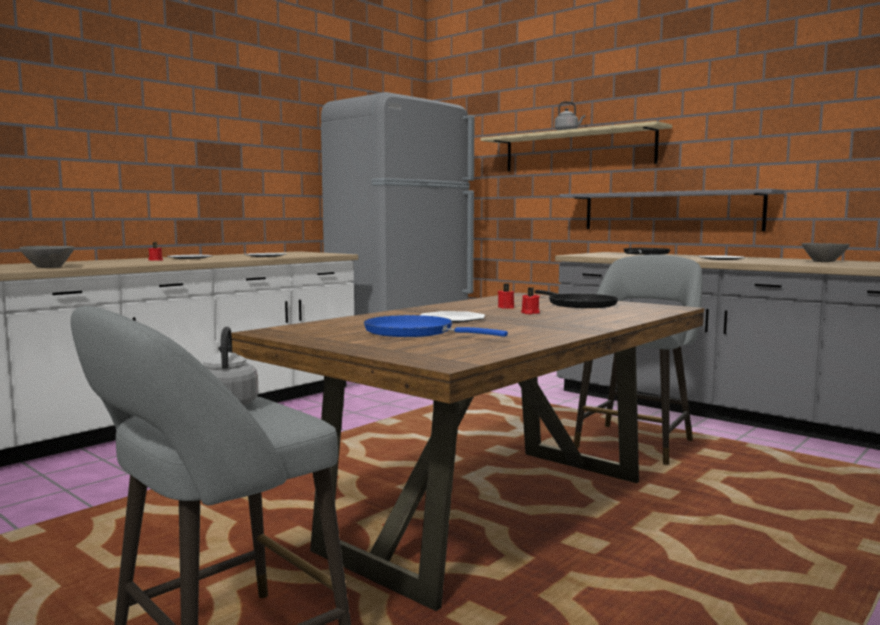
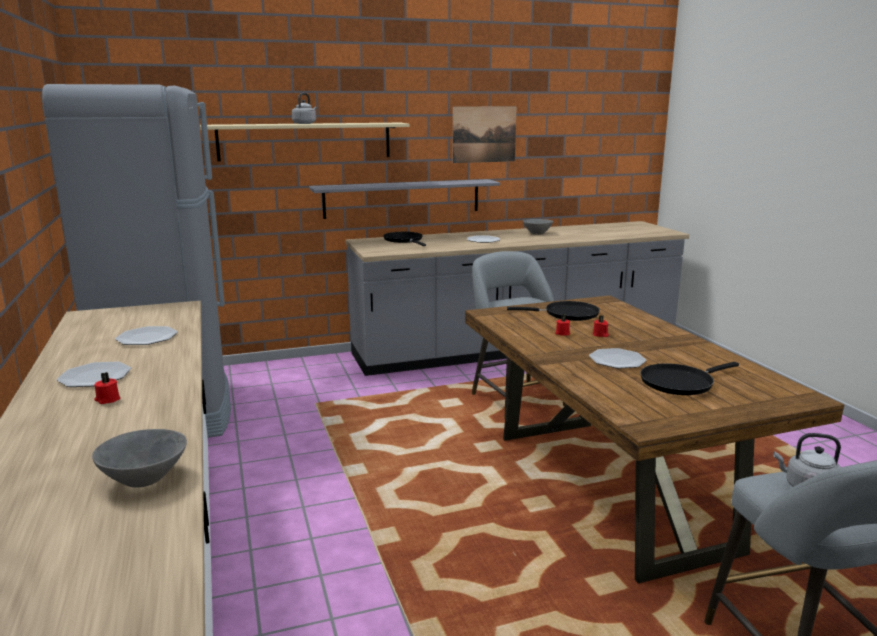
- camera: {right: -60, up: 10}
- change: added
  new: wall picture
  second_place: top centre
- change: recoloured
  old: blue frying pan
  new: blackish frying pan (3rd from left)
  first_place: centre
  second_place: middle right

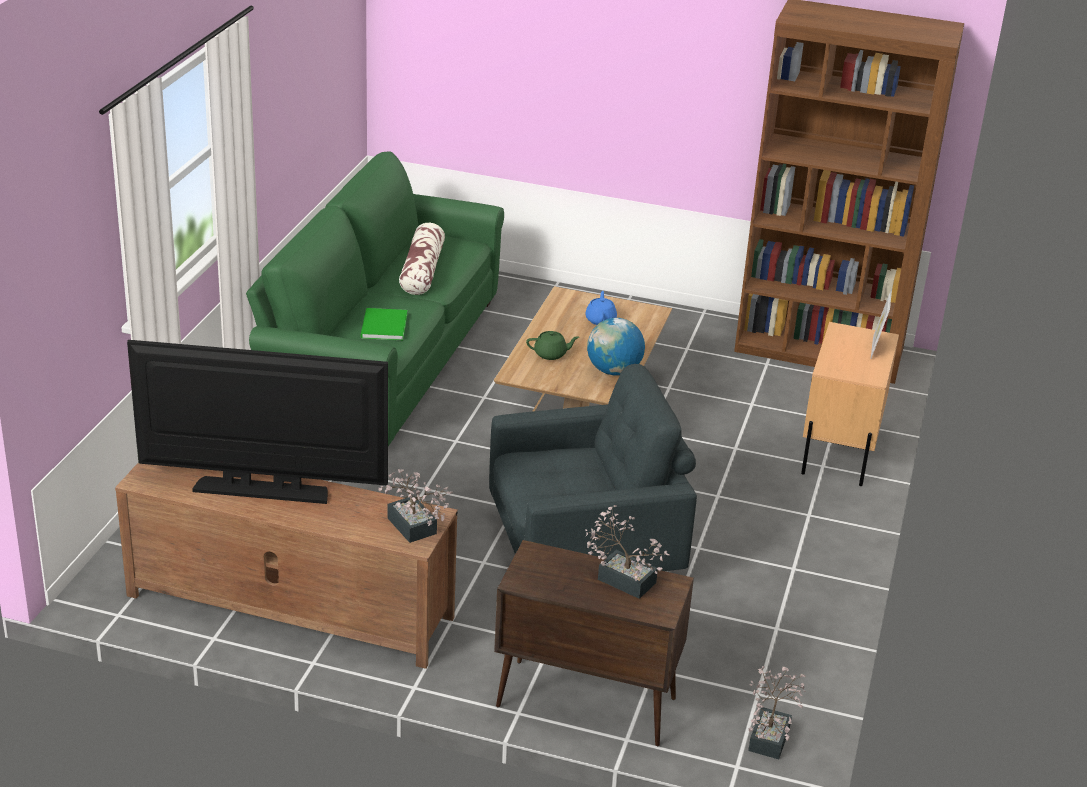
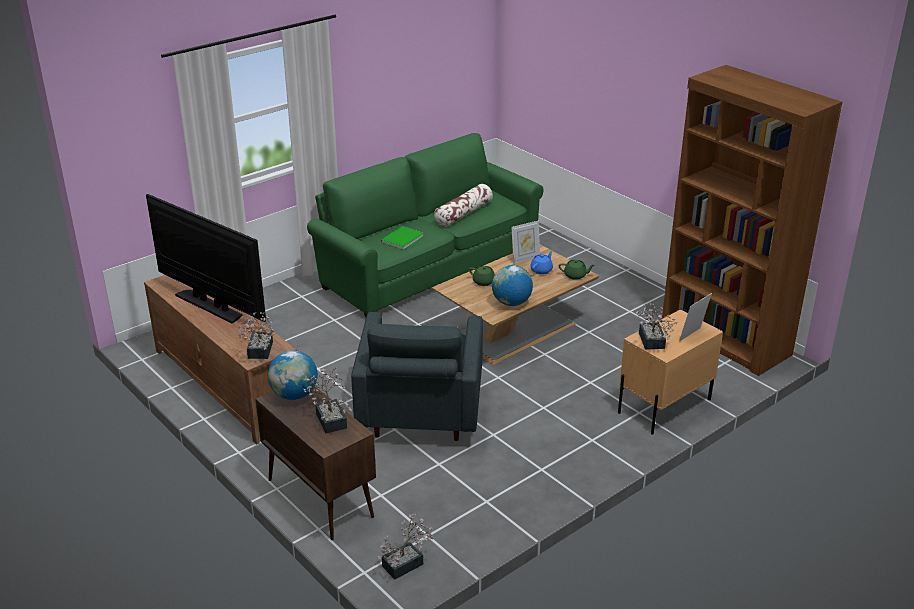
- camera: {right: 35, up: 0}
- change: added
  new: world globe (1st from left)
  second_place: middle left
- change: added
  new: picture frame (1st from left)
  second_place: centre
- change: added
  new: green-coloured teapot (2nd from left)
  second_place: centre
- change: added
  new: potted plant (4th from left)
  second_place: middle right
- change: turned
  old: gray lounge chair
  first_place: centre
  second_place: centre
  degrees: 75

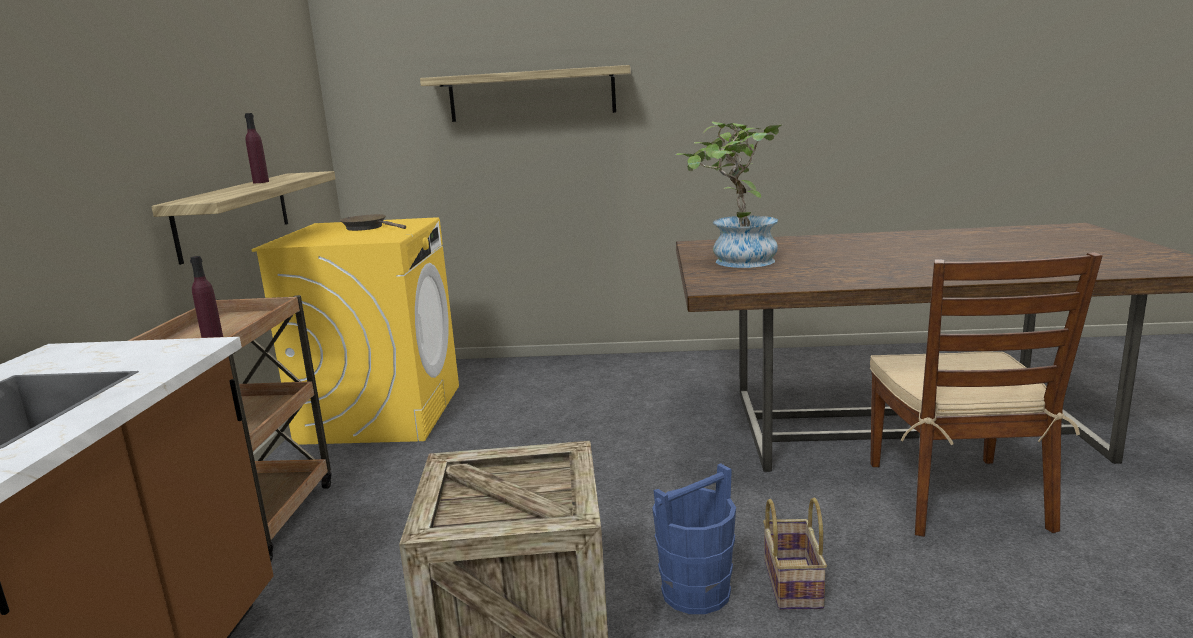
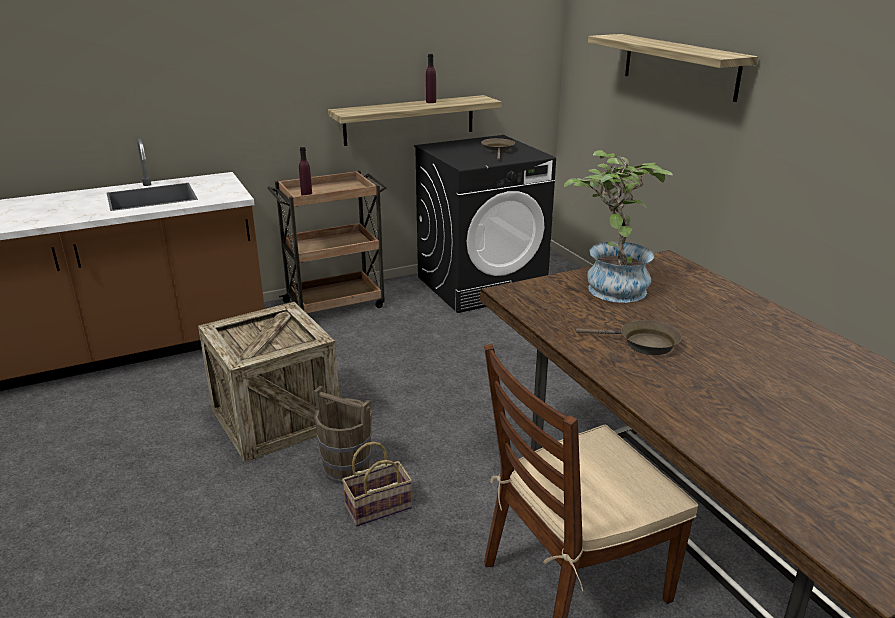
- camera: {right: 60, up: 10}
- change: added
  new: brown-coloured frying pan (2nd from left)
  second_place: middle right
- change: recoloured
  old: yellowish laundry appliance
  new: blackish laundry appliance
  first_place: middle left
  second_place: centre
- change: recoloured
  old: blue bucket
  new: brown-coloured bucket
  first_place: bottom centre
  second_place: bottom centre

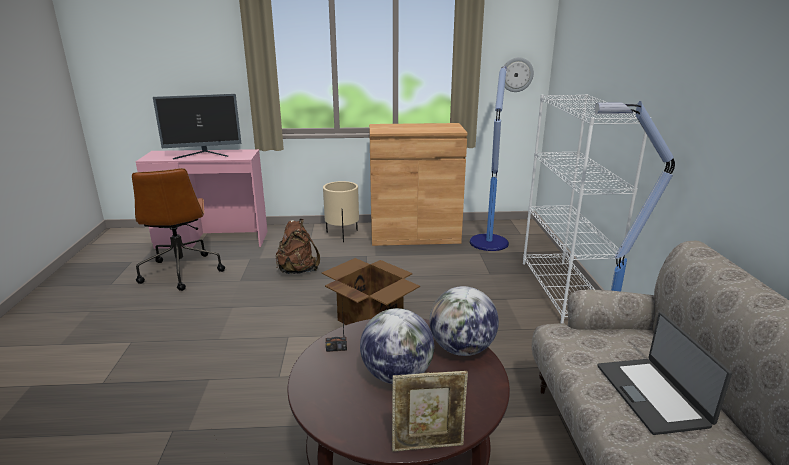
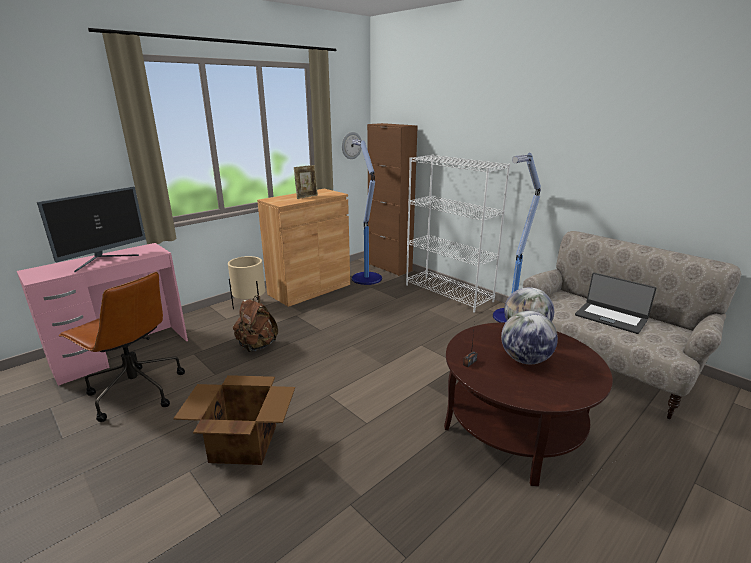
- camera: {right: -40, up: 0}
- change: added
  new: brown-coloured cabinet (2nd from left)
  second_place: centre
- change: moved
  old: cardboard box
  first_place: centre
  second_place: bottom left
- change: moved
  old: picture frame
  first_place: bottom centre
  second_place: top centre

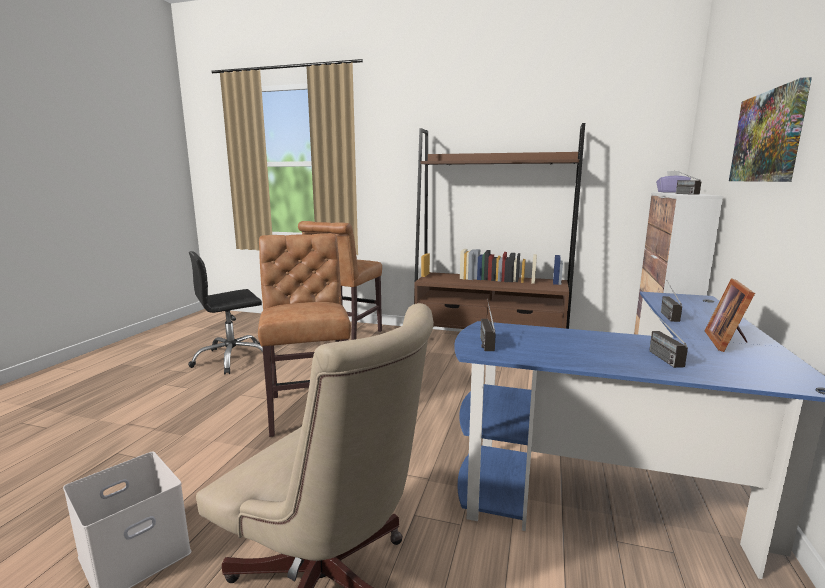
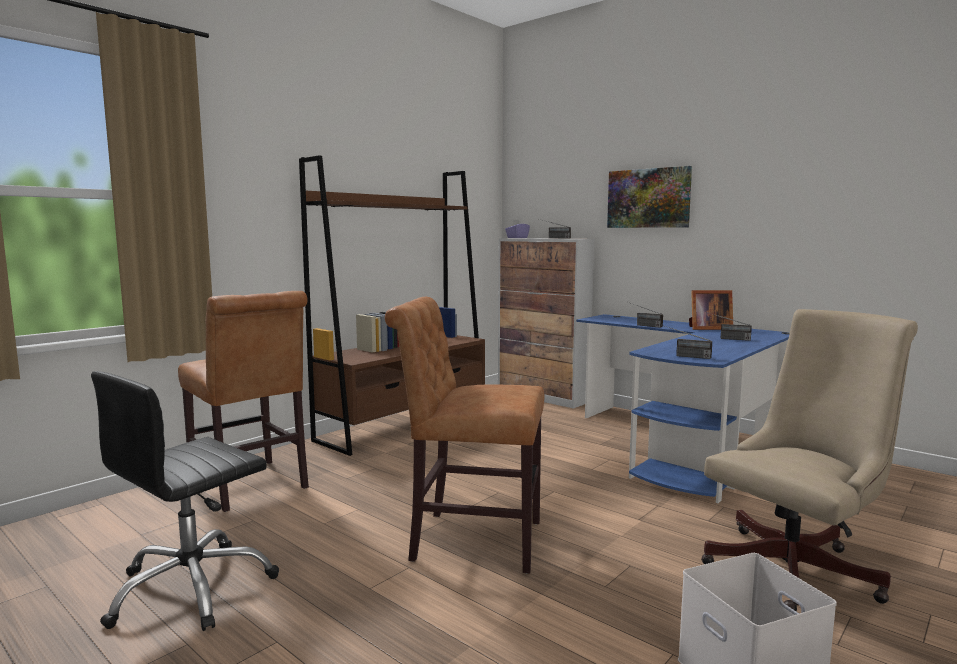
- camera: {right: -65, up: -5}
- change: turned
  old: blackish office chair
  first_place: middle left
  second_place: bottom left
  degrees: 45
- change: turned
  old: picture frame
  first_place: middle right
  second_place: middle right
  degrees: -45

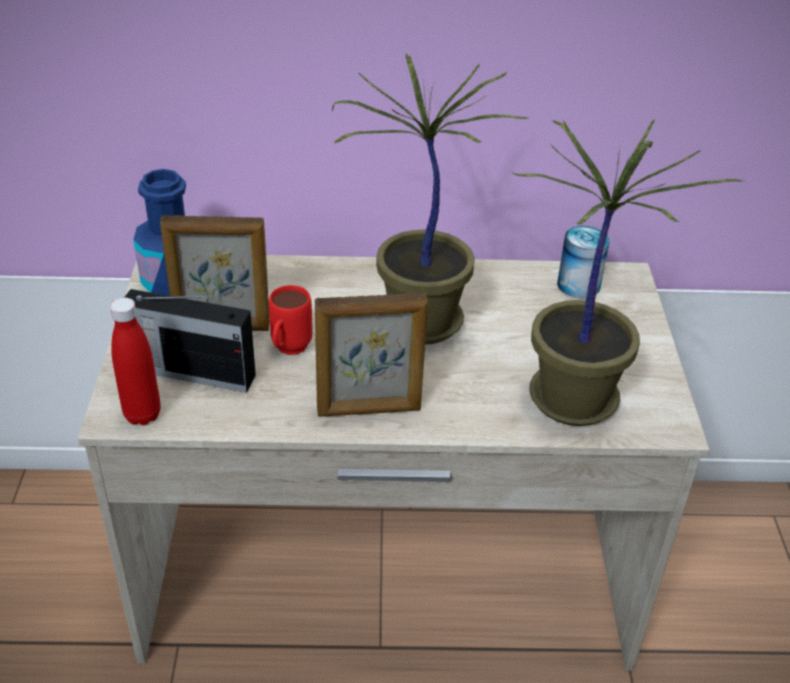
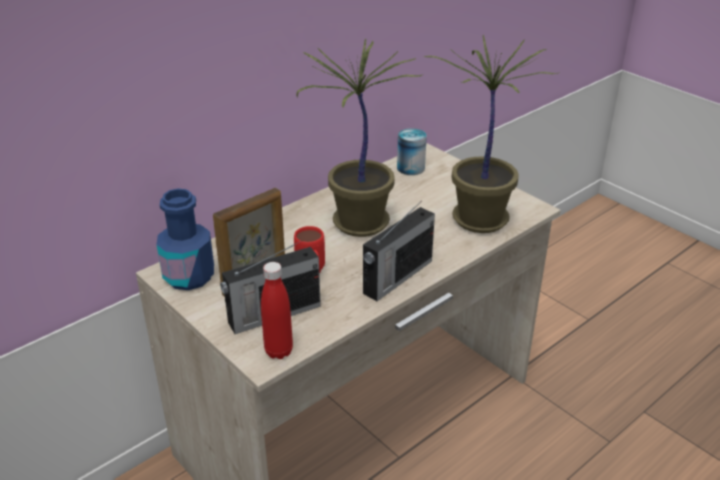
- camera: {right: -40, up: -5}
- change: replaced
  old: picture frame (2nd from left)
  new: radio receiver (2nd from left)
  first_place: centre
  second_place: centre

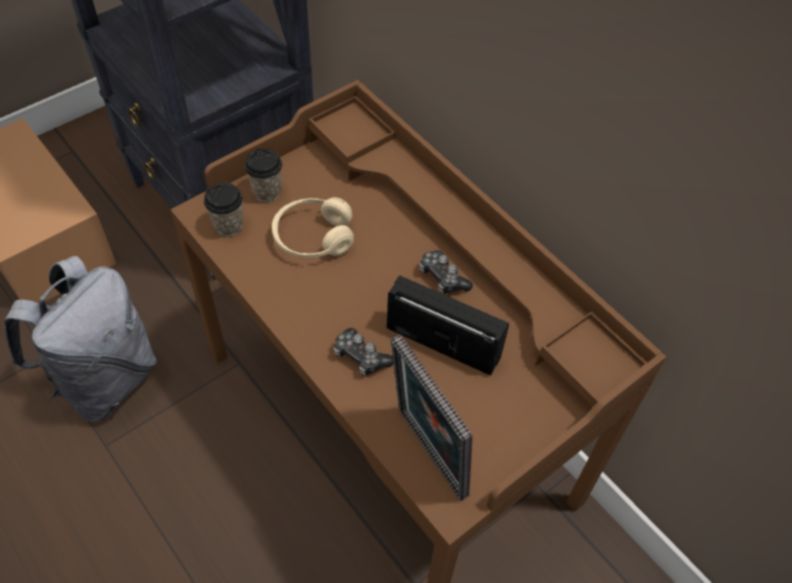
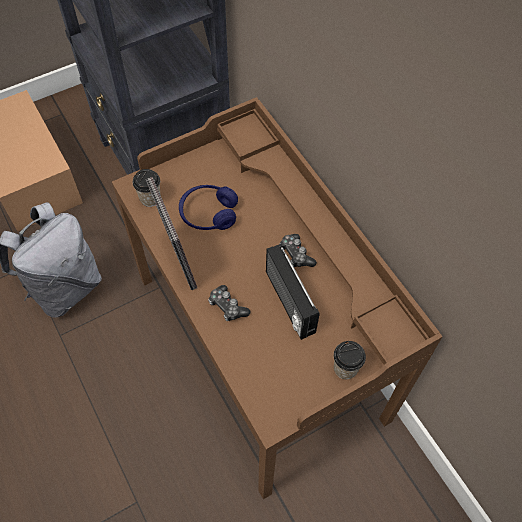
- camera: {right: 10, up: 5}
- change: moved
  old: drinking cup (2nd from left)
  first_place: top left
  second_place: bottom right
- change: moved
  old: picture frame
  first_place: bottom centre
  second_place: middle left
- change: recoloured
  old: sand-coloured headset
  new: blue headset
  first_place: centre
  second_place: centre
- change: turned
  old: radio receiver
  first_place: centre
  second_place: centre
  degrees: -150

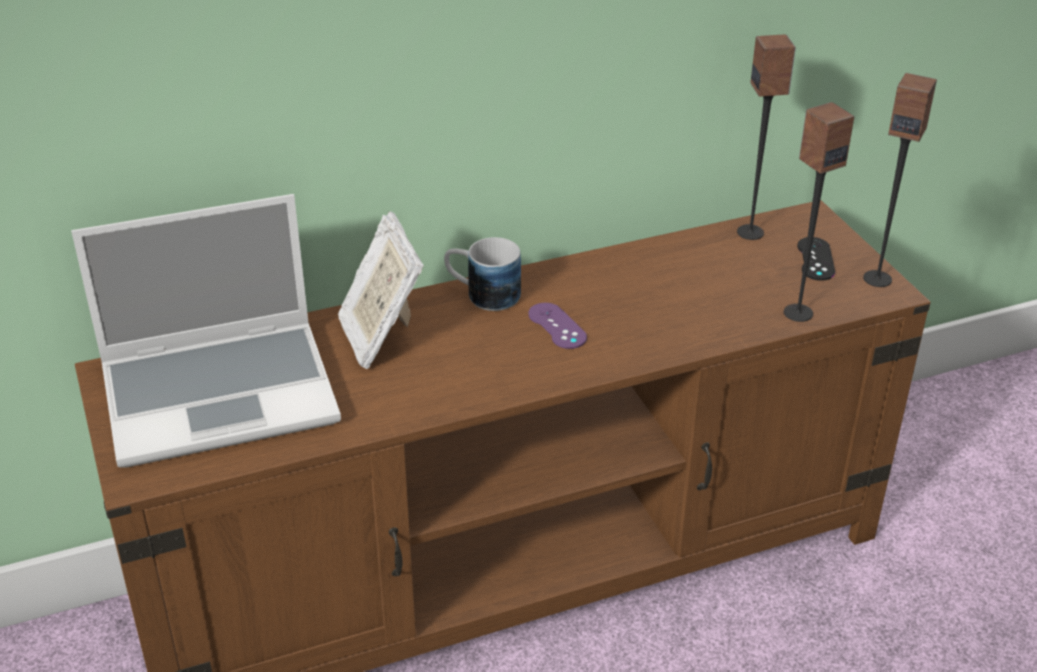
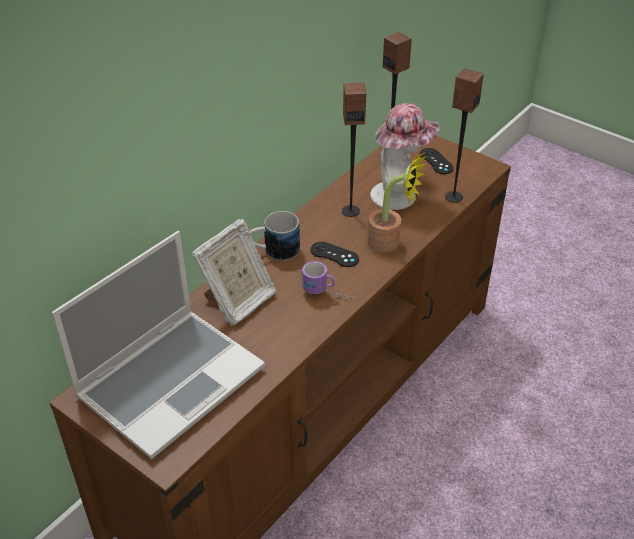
- camera: {right: -30, up: 5}
- change: added
  new: coffee mug (2nd from left)
  second_place: centre
- change: added
  new: potted plant
  second_place: centre
- change: added
  new: wearable hat
  second_place: top centre
- change: moved
  old: audio speaker (3rd from left in the first image)
  new: audio speaker (1st from left)
  first_place: top right
  second_place: top centre
- change: recoloured
  old: purple-coloured joypad
  new: blackish joypad (1st from left)
  first_place: centre
  second_place: centre
- change: turned
  old: picture frame
  first_place: centre
  second_place: centre
  degrees: -90

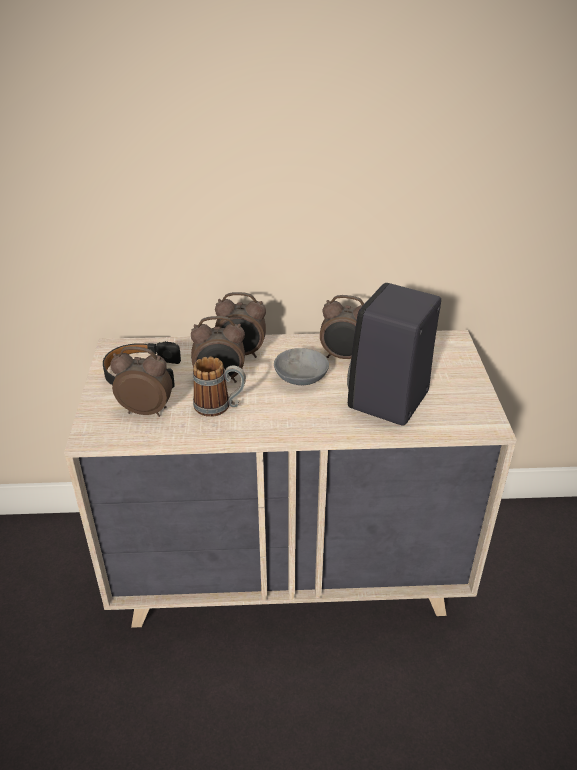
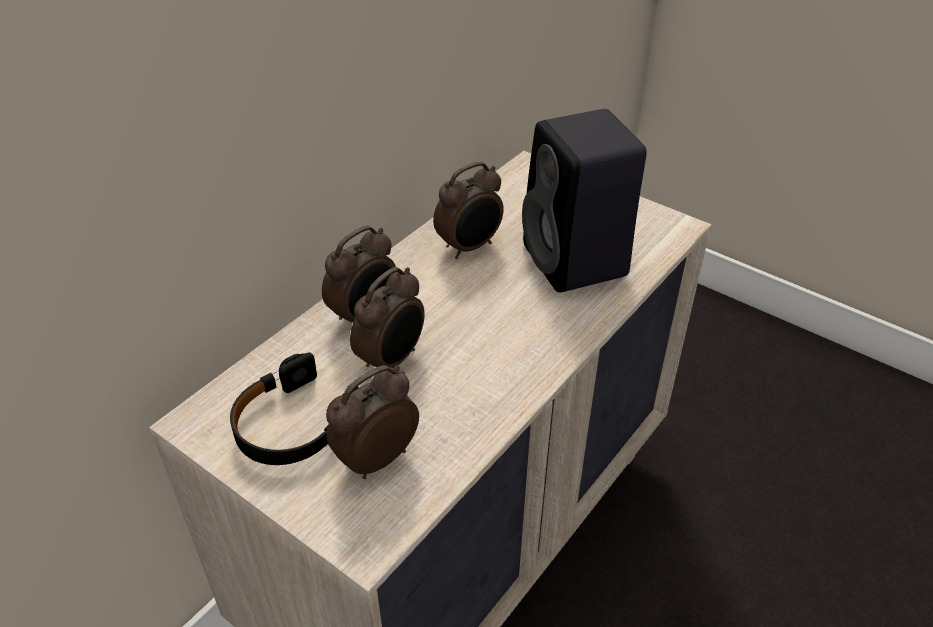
- camera: {right: -50, up: 5}
- change: removed
  old: coffee mug
  first_place: centre
- change: removed
  old: gray bowl
  first_place: centre

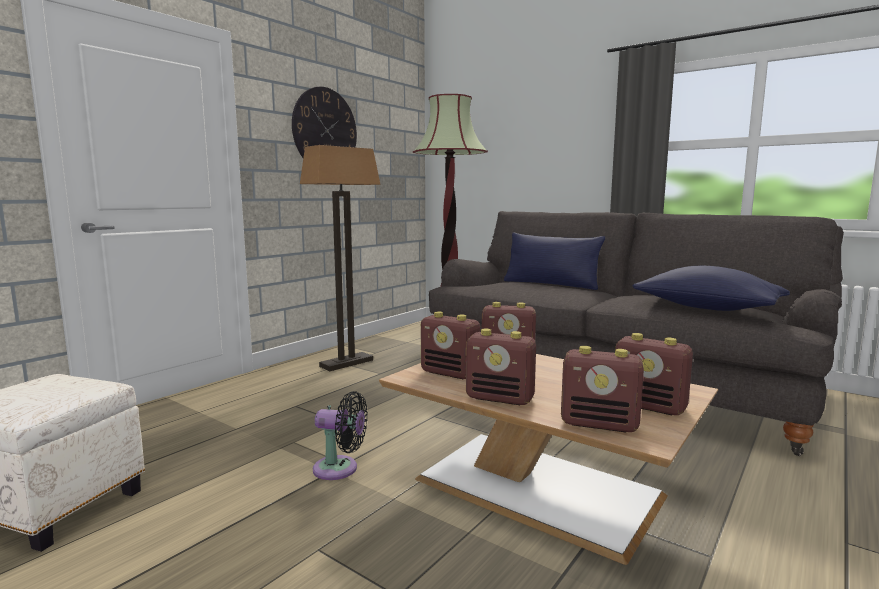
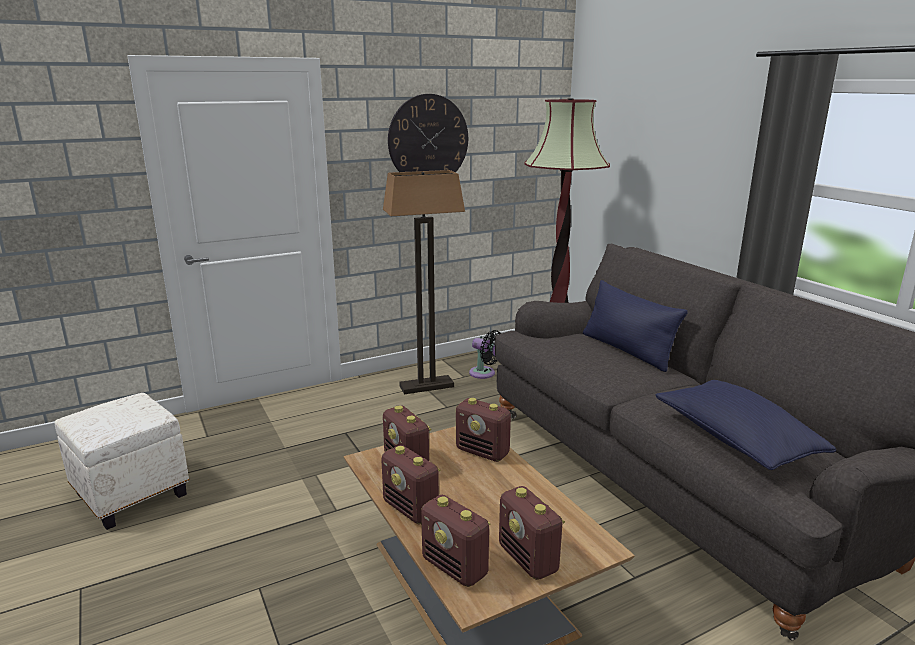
- camera: {right: 25, up: 10}
- change: moved
  old: blackish electric fan
  first_place: bottom centre
  second_place: centre

